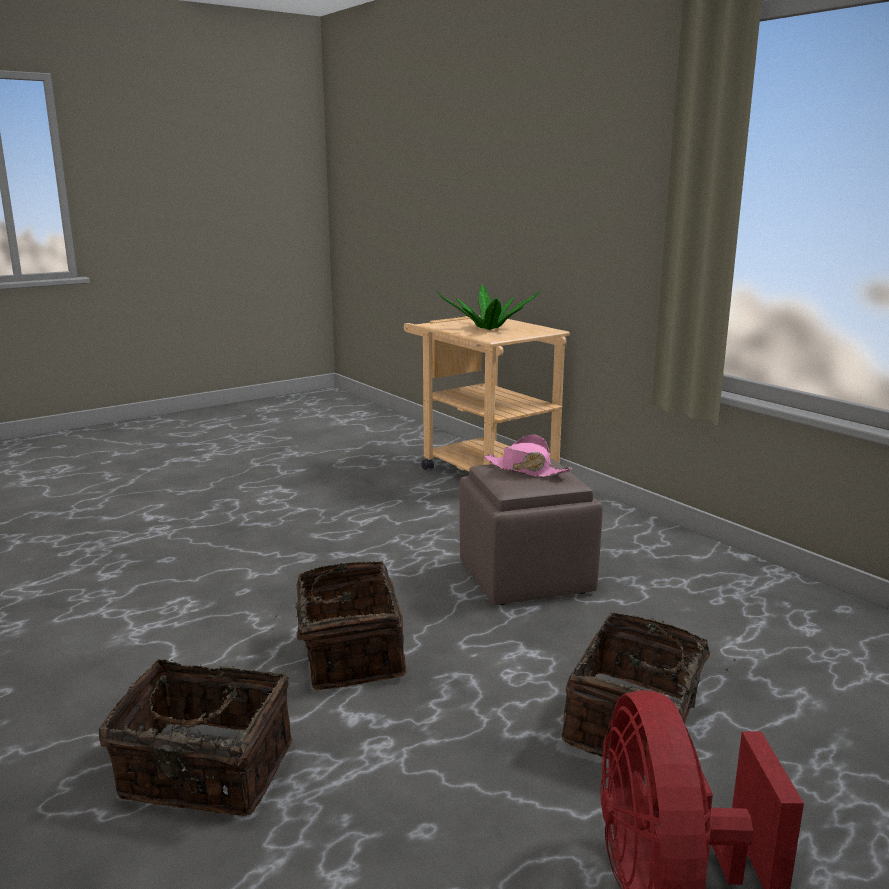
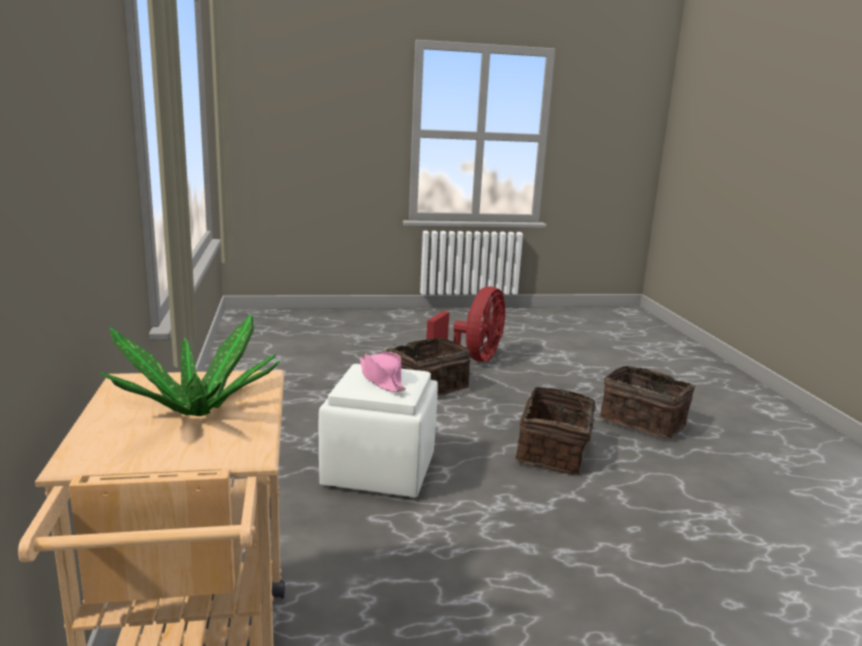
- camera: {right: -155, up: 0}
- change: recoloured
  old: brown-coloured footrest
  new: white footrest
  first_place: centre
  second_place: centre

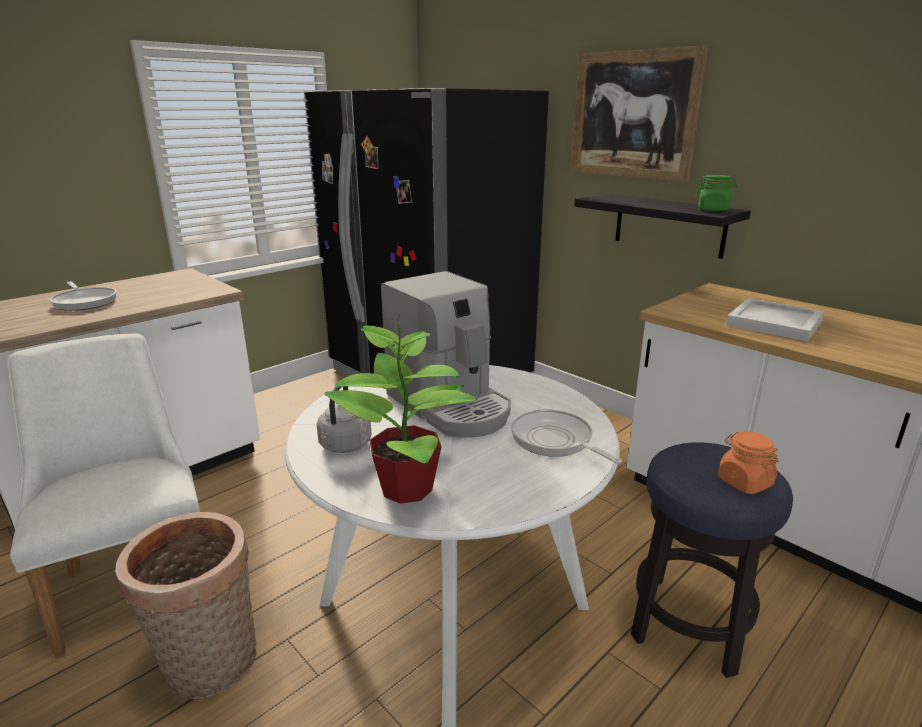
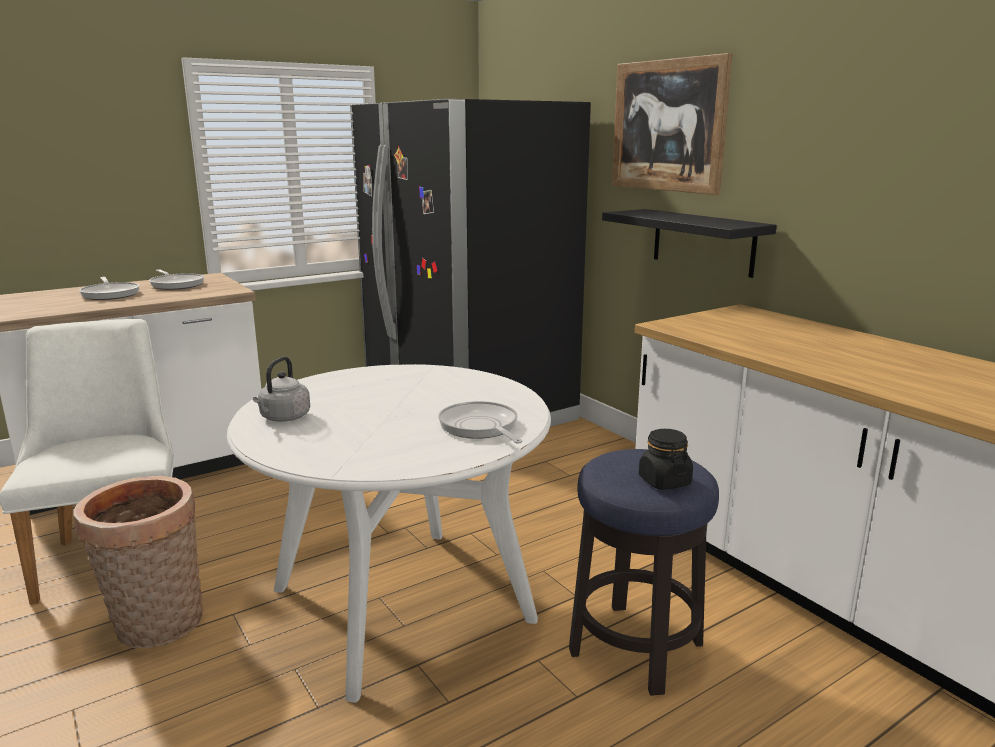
- camera: {right: 10, up: -5}
- change: removed
  old: potted plant
  first_place: centre
- change: removed
  old: coffee brewer
  first_place: centre
- change: removed
  old: green-coloured storage jar
  first_place: top right
- change: removed
  old: white tray
  first_place: middle right
- change: added
  new: frying pan (2nd from left)
  second_place: middle left
- change: recoloured
  old: orangey storage jar
  new: blackish storage jar
  first_place: middle right
  second_place: middle right

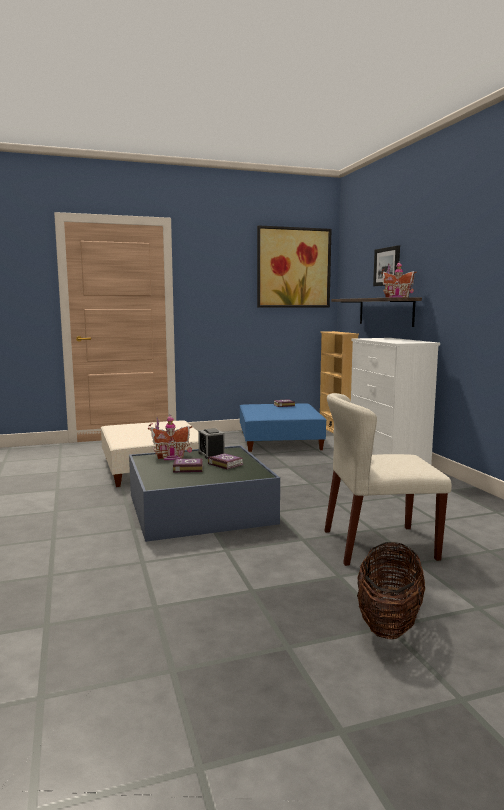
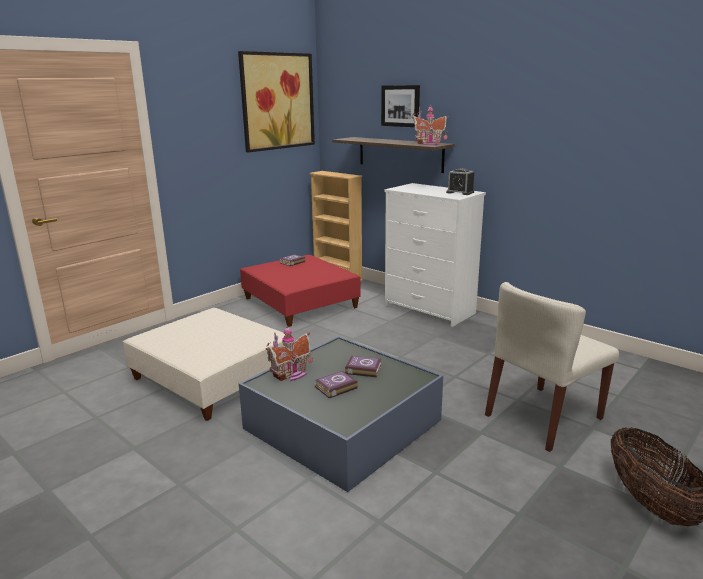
- camera: {right: -30, up: 10}
- change: moved
  old: alarm clock
  first_place: centre
  second_place: top centre
- change: recoloured
  old: blue footrest
  new: reddish footrest
  first_place: centre
  second_place: centre

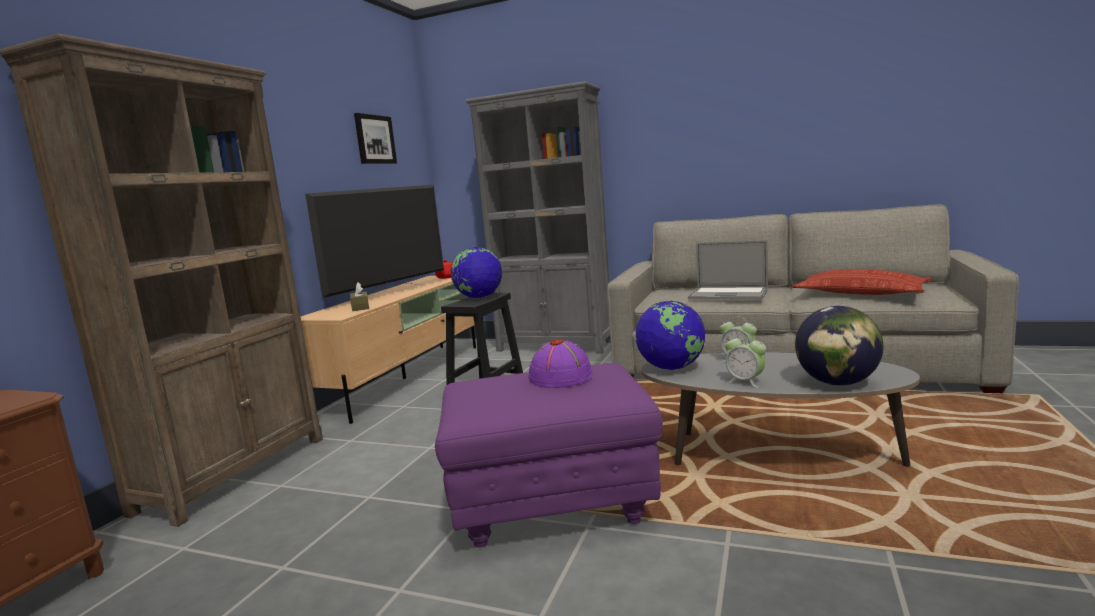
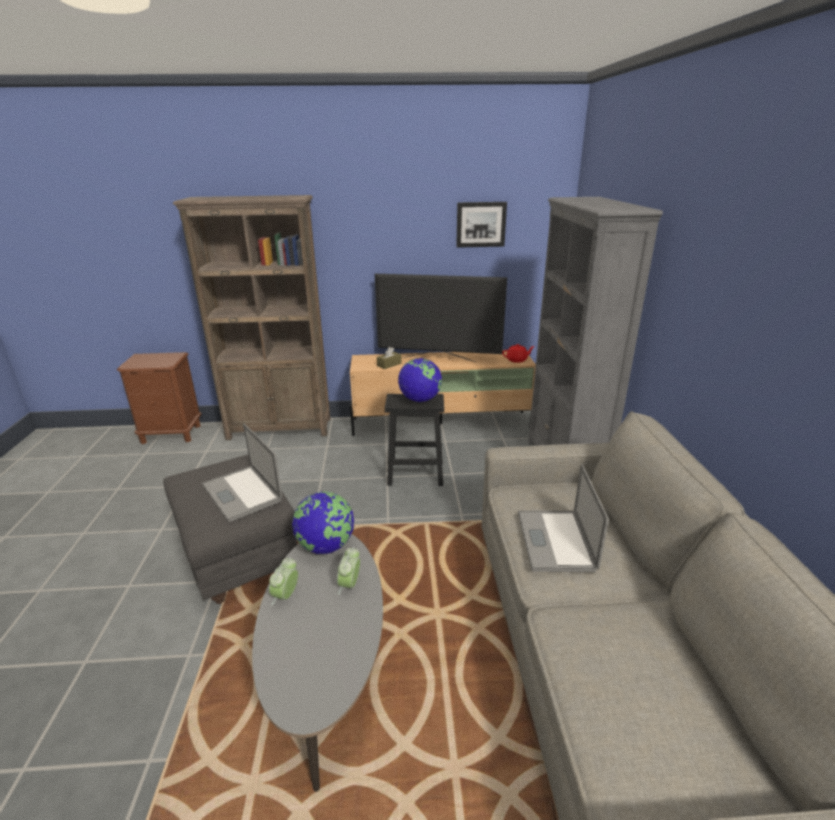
- camera: {right: 65, up: 15}
- change: removed
  old: cushion
  first_place: middle right
- change: removed
  old: world globe (3rd from left)
  first_place: middle right
- change: replaced
  old: purple-coloured wearable hat
  new: laptop (1st from left)
  first_place: centre
  second_place: middle left
- change: recoloured
  old: purple-coloured footrest
  new: gray footrest
  first_place: bottom centre
  second_place: middle left

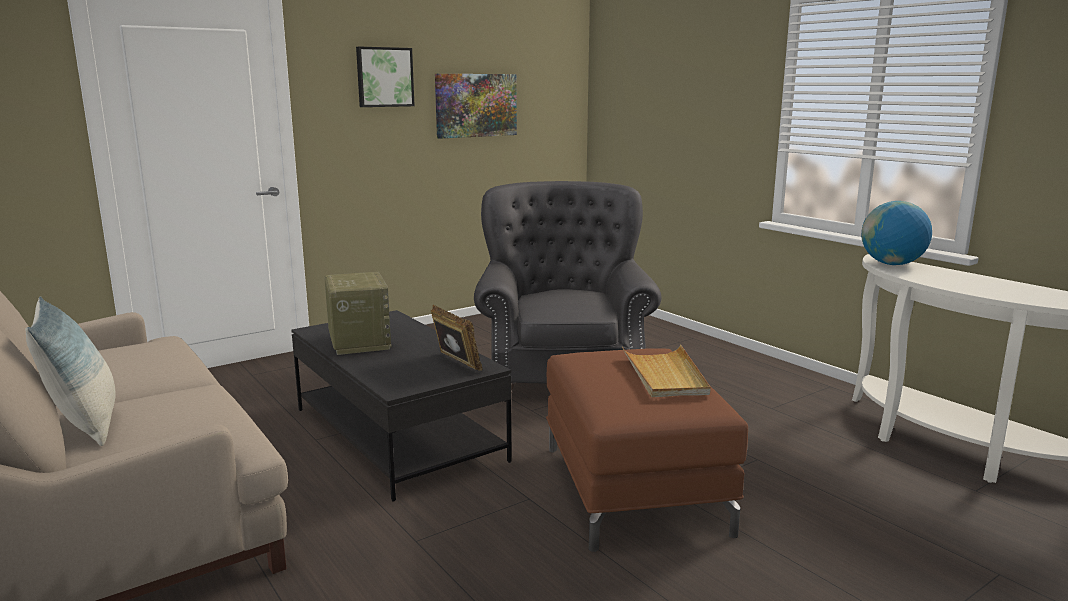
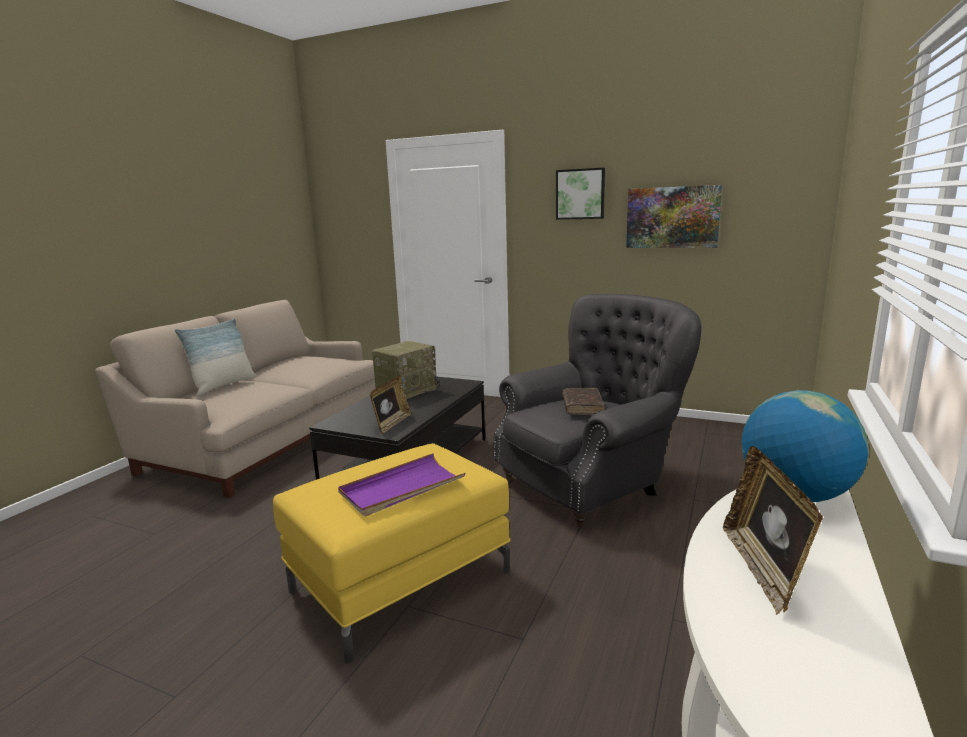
- camera: {right: 60, up: 0}
- change: added
  new: brown-coloured volume
  second_place: centre
- change: added
  new: picture frame (2nd from left)
  second_place: bottom right
- change: recoloured
  old: brown-coloured footrest
  new: yellowish footrest
  first_place: bottom centre
  second_place: bottom centre
- change: recoloured
  old: sand-coloured tray
  new: purple-coloured tray
  first_place: centre
  second_place: centre

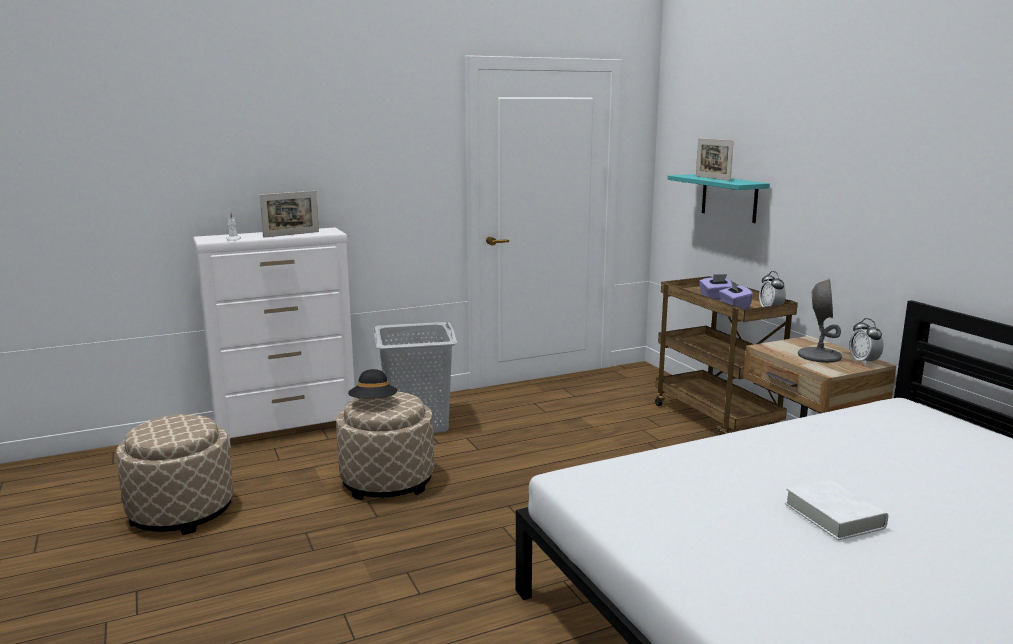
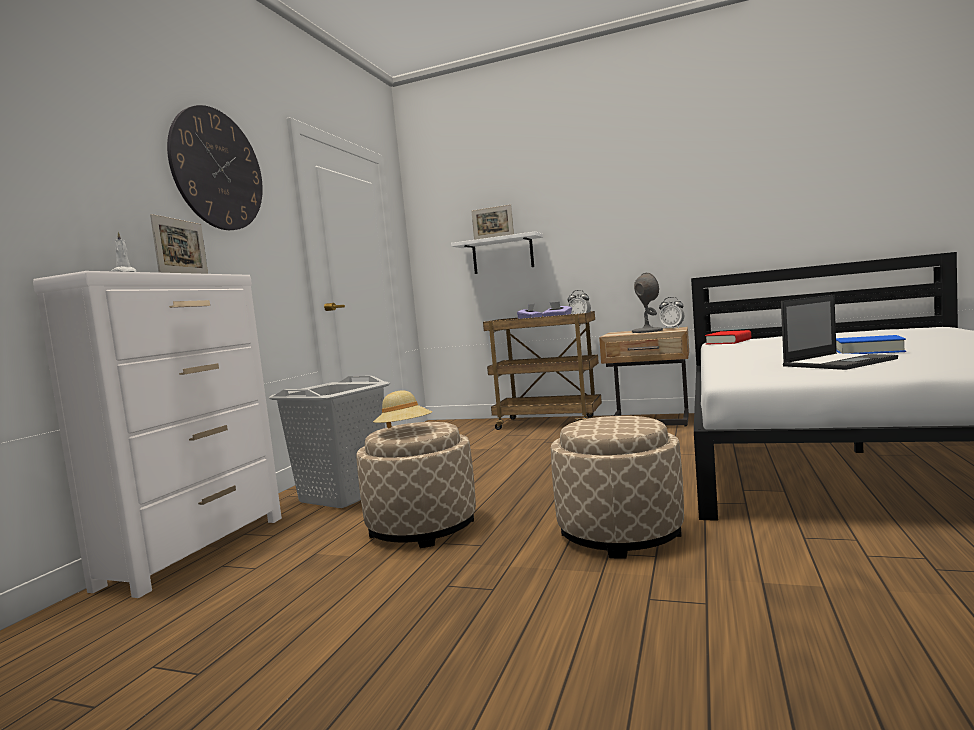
- camera: {right: -45, up: -10}
- change: added
  new: wall clock
  second_place: top left
- change: added
  new: reddish volume
  second_place: middle right
- change: added
  new: laptop
  second_place: middle right
- change: moved
  old: sand-coloured footrest (1st from left in the first image)
  new: sand-coloured footrest (2nd from left)
  first_place: bottom left
  second_place: bottom centre
- change: recoloured
  old: blackish wearable hat
  new: sand-coloured wearable hat
  first_place: centre
  second_place: centre
- change: recoloured
  old: turquoise shelf
  new: white shelf
  first_place: top right
  second_place: centre
- change: recoloured
  old: white volume
  new: blue volume
  first_place: bottom right
  second_place: middle right

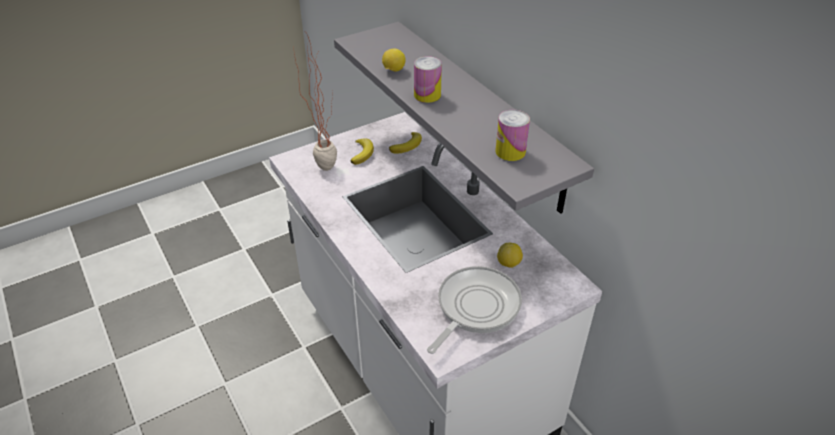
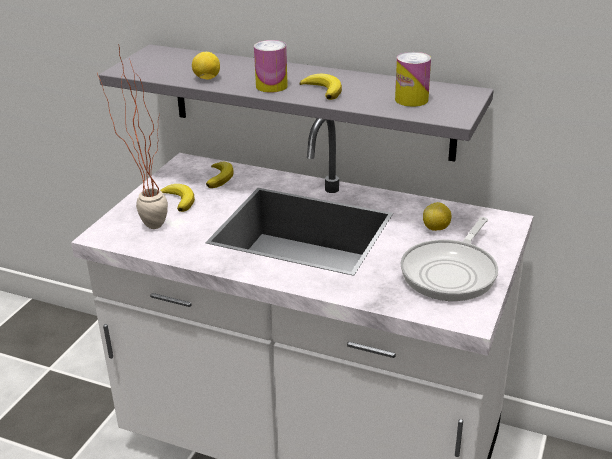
- camera: {right: -35, up: -10}
- change: added
  new: banana (3rd from left)
  second_place: top centre
- change: turned
  old: frying pan
  first_place: bottom centre
  second_place: middle right
  degrees: -150

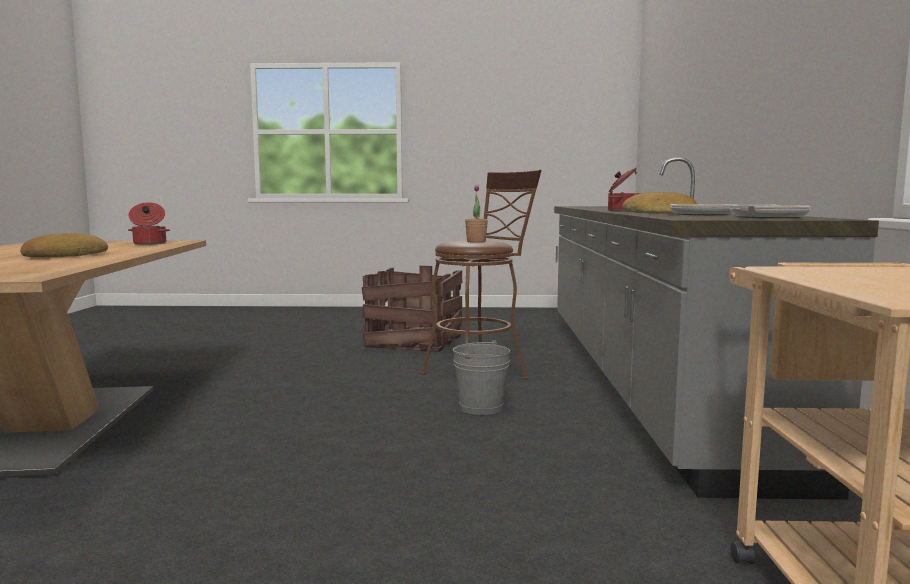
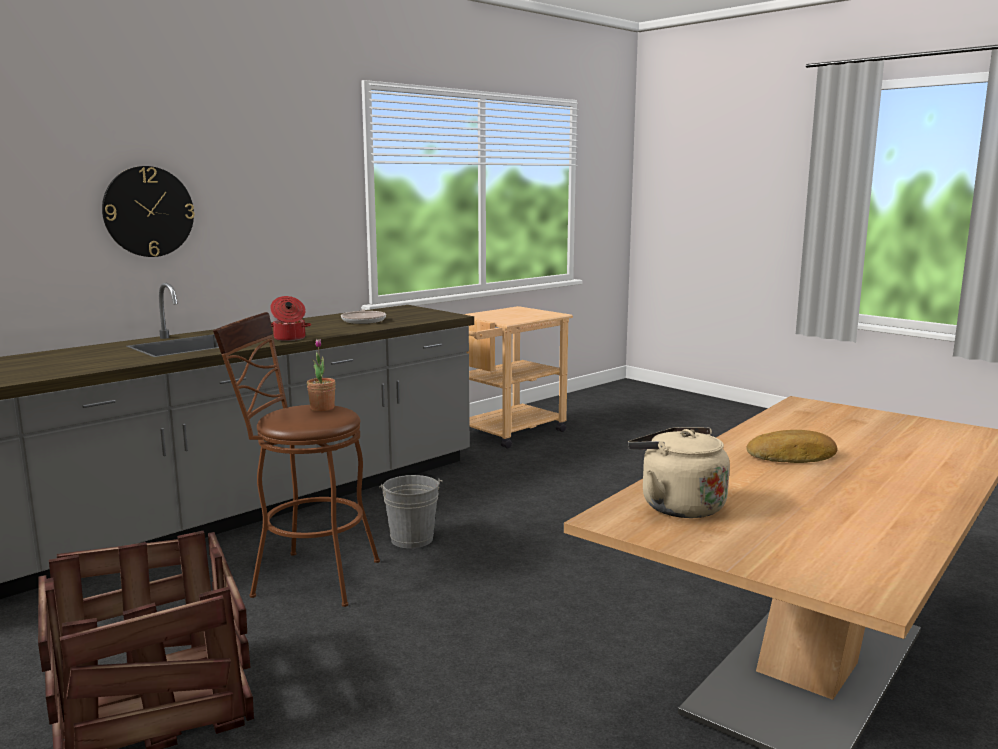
- camera: {right: -135, up: 5}
- change: removed
  old: baked bread (2nd from left)
  first_place: middle right
- change: removed
  old: frying pan (2nd from left)
  first_place: middle right
- change: added
  new: wall clock
  second_place: top left
- change: replaced
  old: cooking pot (1st from left)
  new: sand-coloured tea kettle
  first_place: middle left
  second_place: middle right

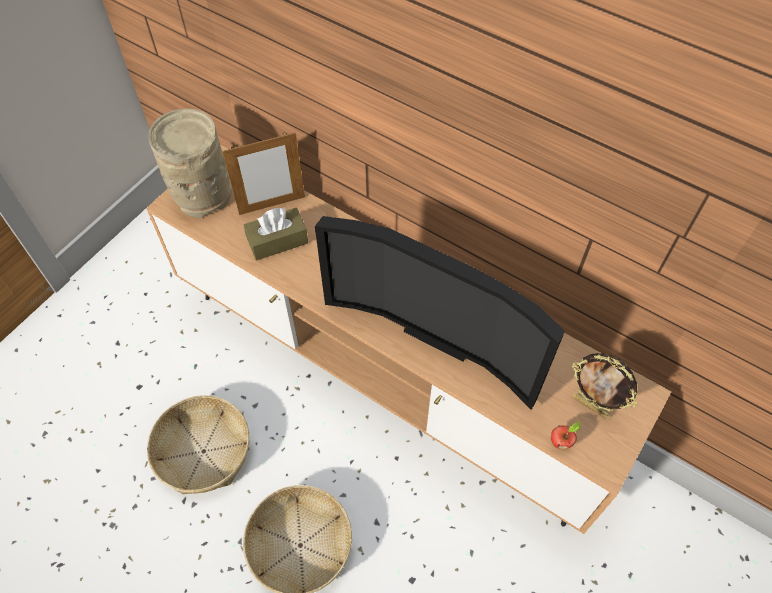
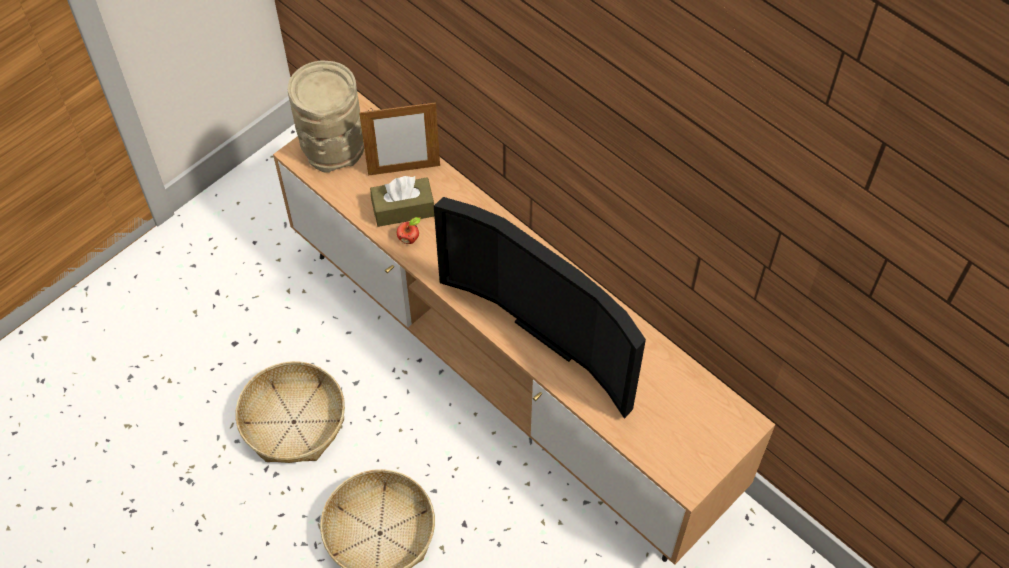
- camera: {right: 10, up: 0}
- change: removed
  old: picture frame (2nd from left)
  first_place: middle right
- change: moved
  old: whole apple
  first_place: bottom right
  second_place: centre

